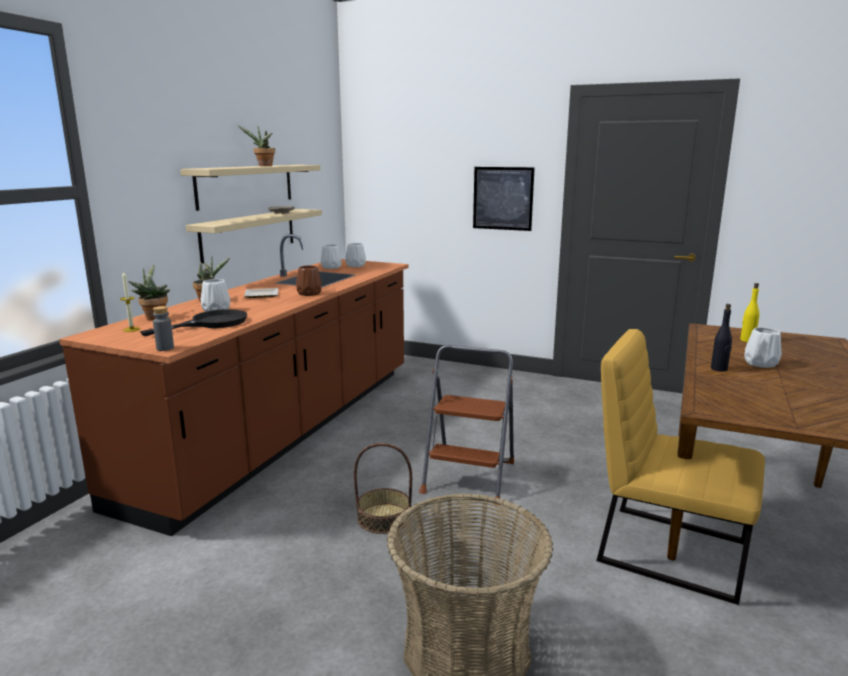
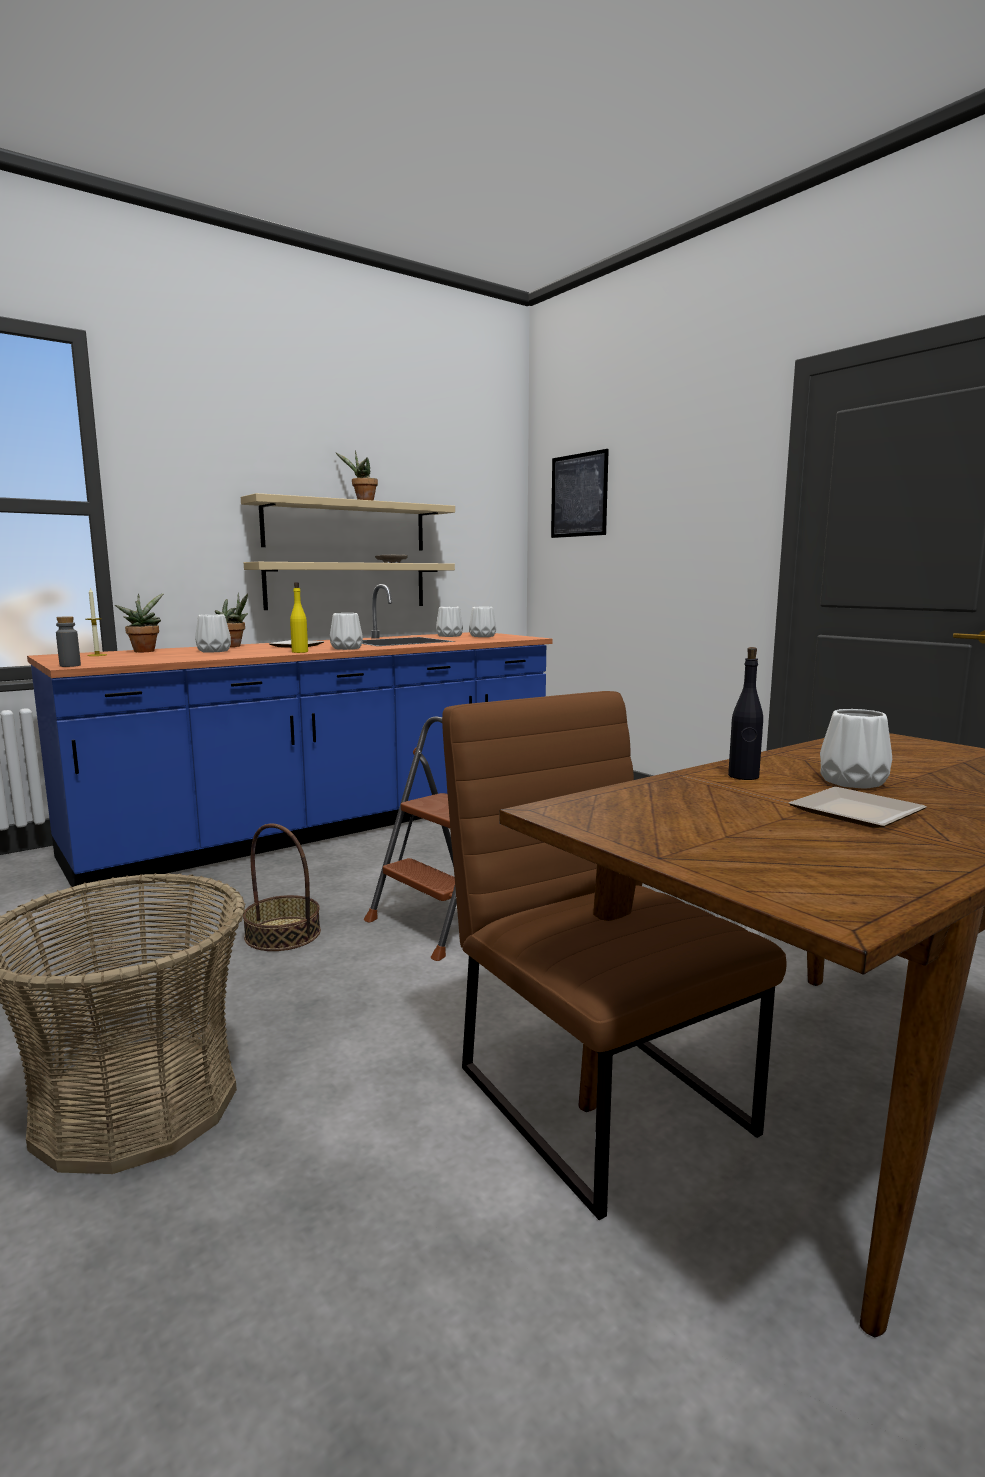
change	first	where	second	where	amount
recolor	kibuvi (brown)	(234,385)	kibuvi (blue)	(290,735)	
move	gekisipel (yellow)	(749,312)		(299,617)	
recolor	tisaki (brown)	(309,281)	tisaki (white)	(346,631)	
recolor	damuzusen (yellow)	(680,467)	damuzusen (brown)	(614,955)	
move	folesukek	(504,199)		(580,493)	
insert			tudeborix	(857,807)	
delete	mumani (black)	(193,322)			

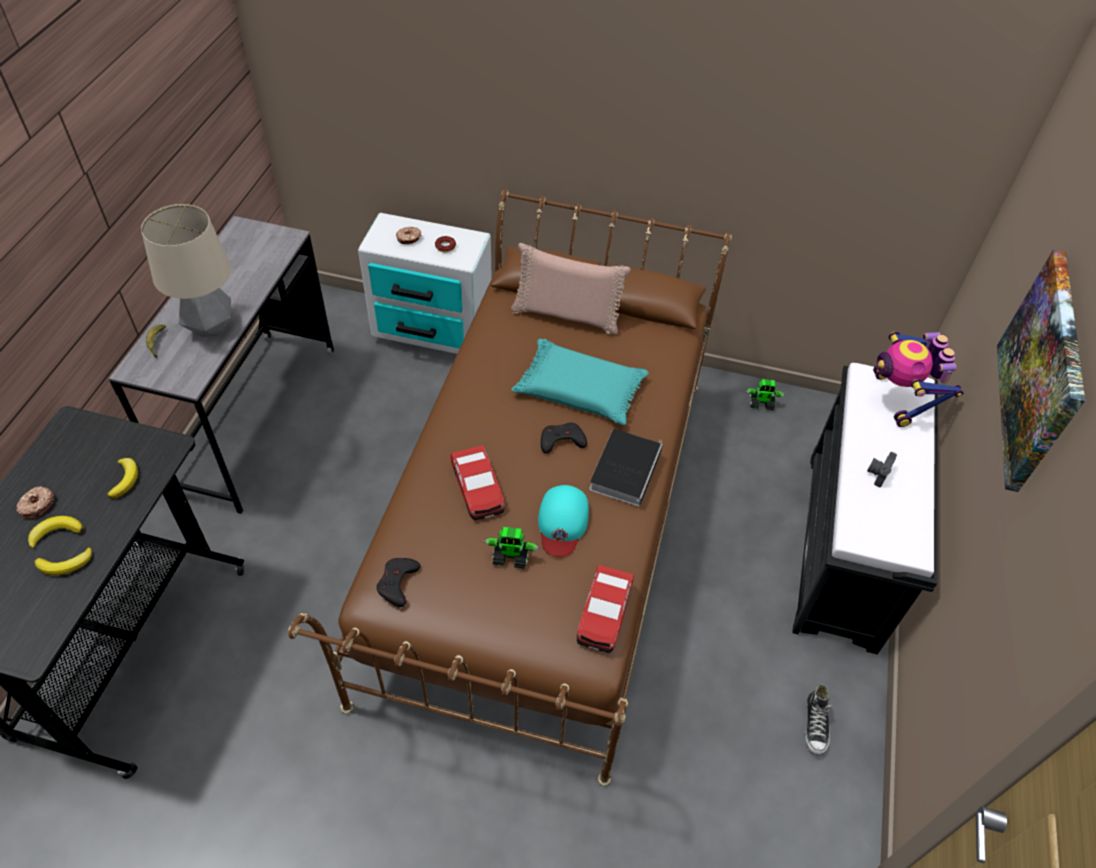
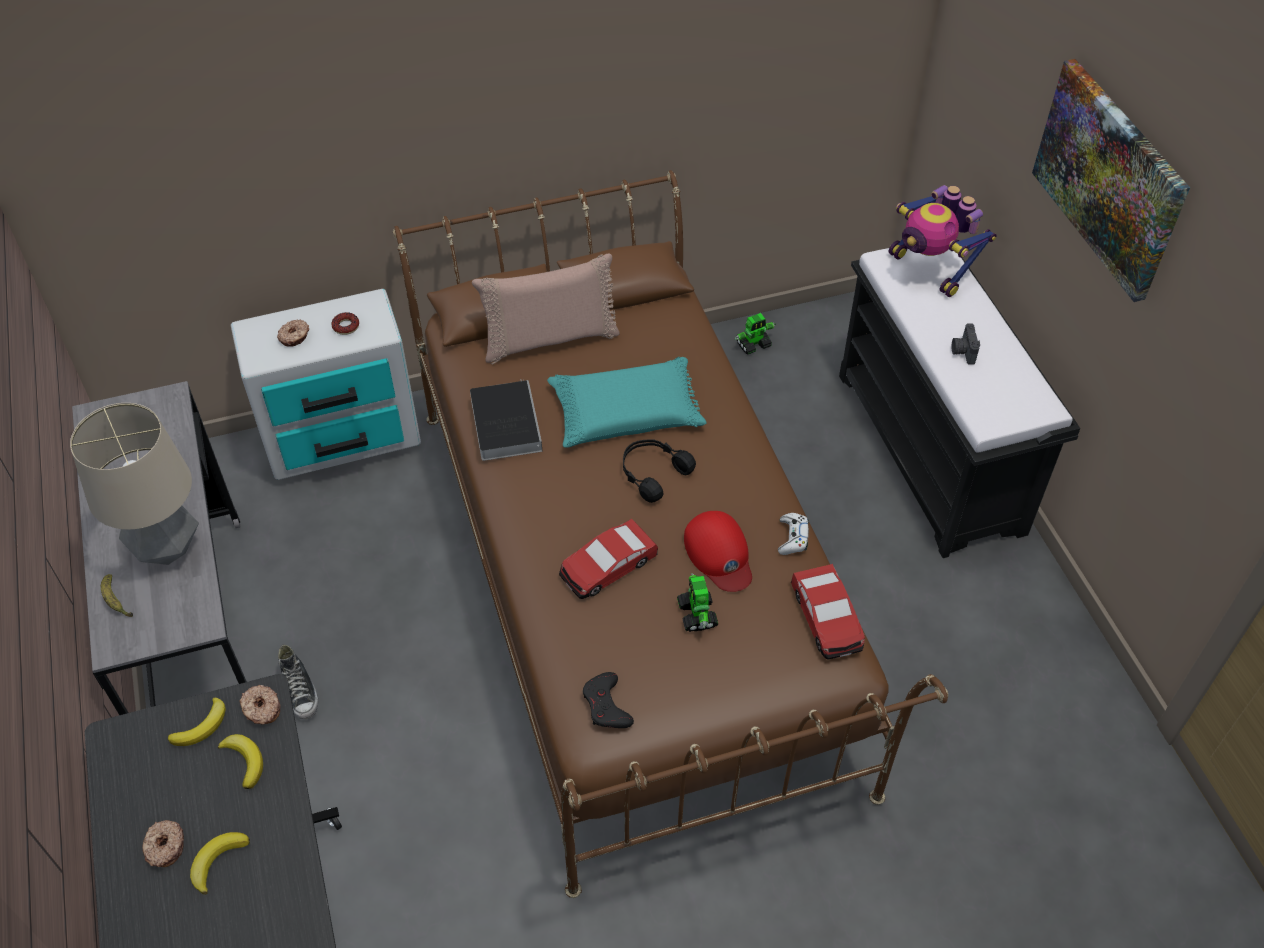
change	first	where	second	where	amount
move	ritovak	(63,561)		(197,721)	
insert			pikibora	(260,705)	
move	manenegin	(818,720)		(298,681)	
move	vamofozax	(626,468)		(506,420)	
rotate	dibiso	(478,482)		(608,558)	105 degrees clockwise
replace	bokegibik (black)	(564,438)	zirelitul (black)	(659,471)	
rotate	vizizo	(511,548)		(697,602)	105 degrees clockwise
recolor	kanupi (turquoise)	(563,521)	kanupi (red)	(718,551)	
insert			bokegibik (white)	(793,534)	

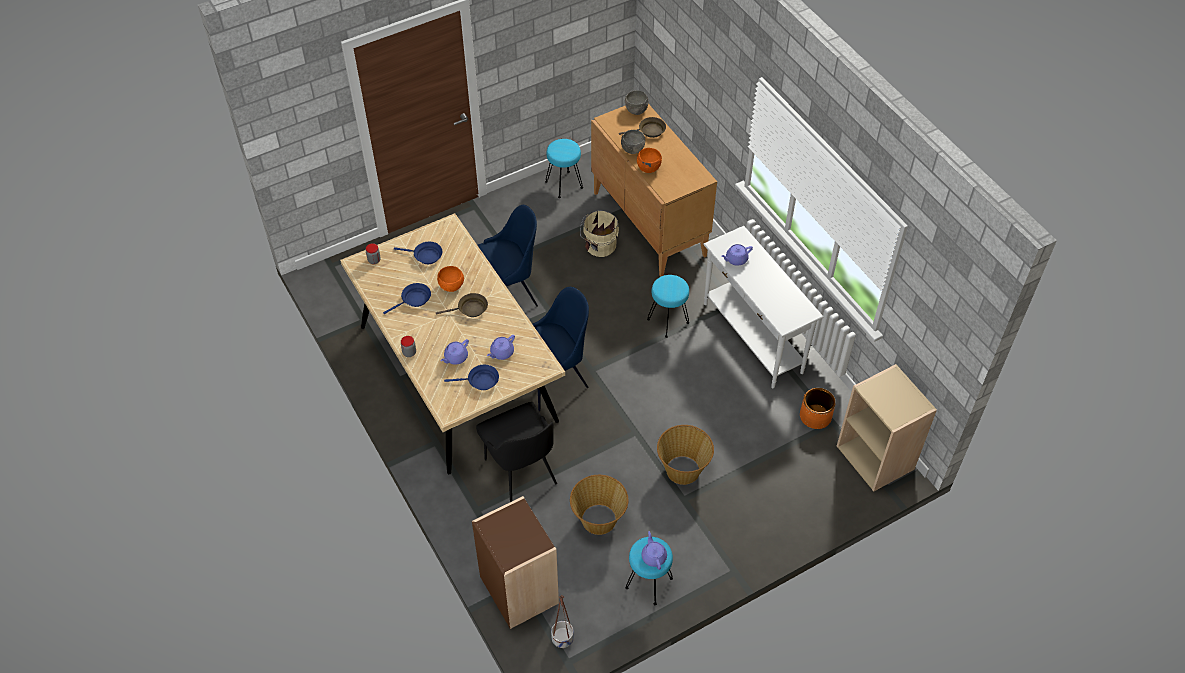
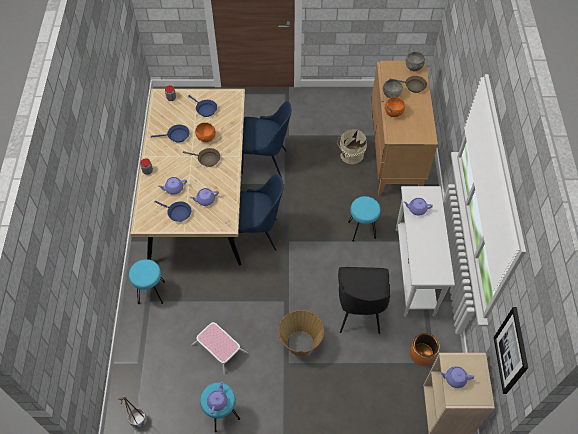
change	first	where	second	where	amount
move	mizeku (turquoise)	(564,168)		(147,281)	
replace	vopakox	(599,505)	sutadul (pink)	(220,349)	
move	damuzusen (black)	(516,452)		(364,300)	
insert			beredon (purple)	(457,377)	
insert			folesukek	(511,350)	
delete	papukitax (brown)	(515,562)			

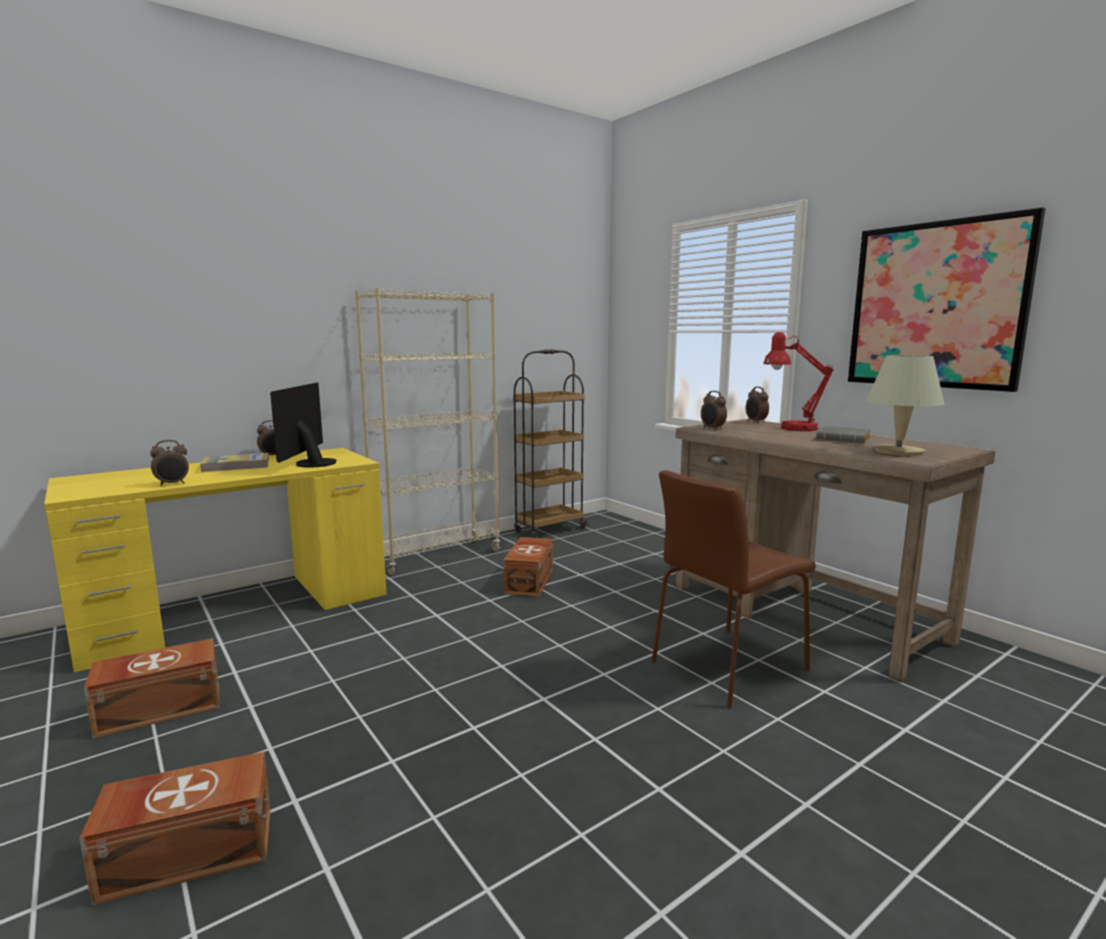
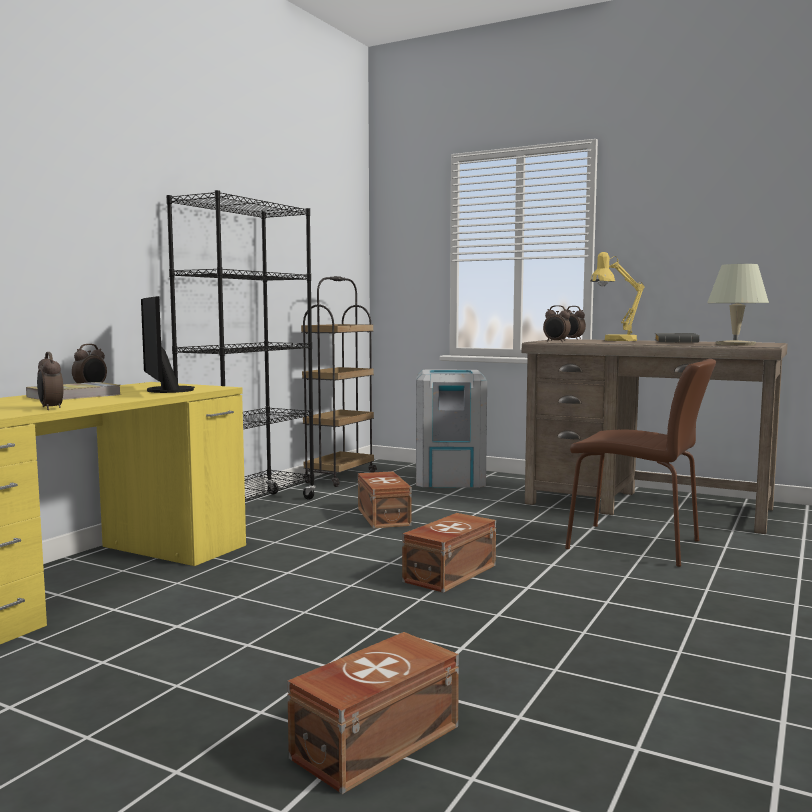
change	first	where	second	where	amount
rotate	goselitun	(169,463)		(50,381)	120 degrees clockwise
recolor	papukitax (beige)	(427,431)	papukitax (black)	(241,346)	
move	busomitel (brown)	(152,688)		(449,553)	
insert			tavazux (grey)	(451,429)	
rotate	damuzusen (brown)	(733,589)		(640,463)	90 degrees counterclockwise
recolor	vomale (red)	(798,381)	vomale (yellow)	(617,296)	
delete	folesukek	(946,299)			

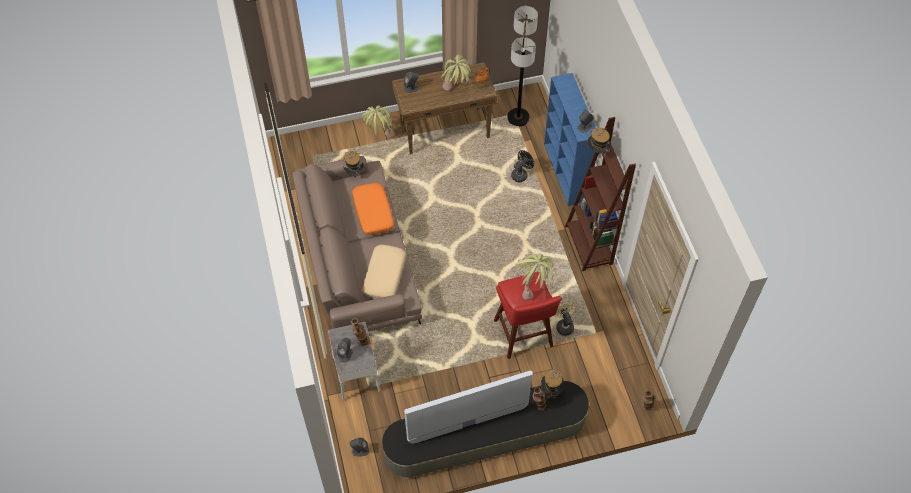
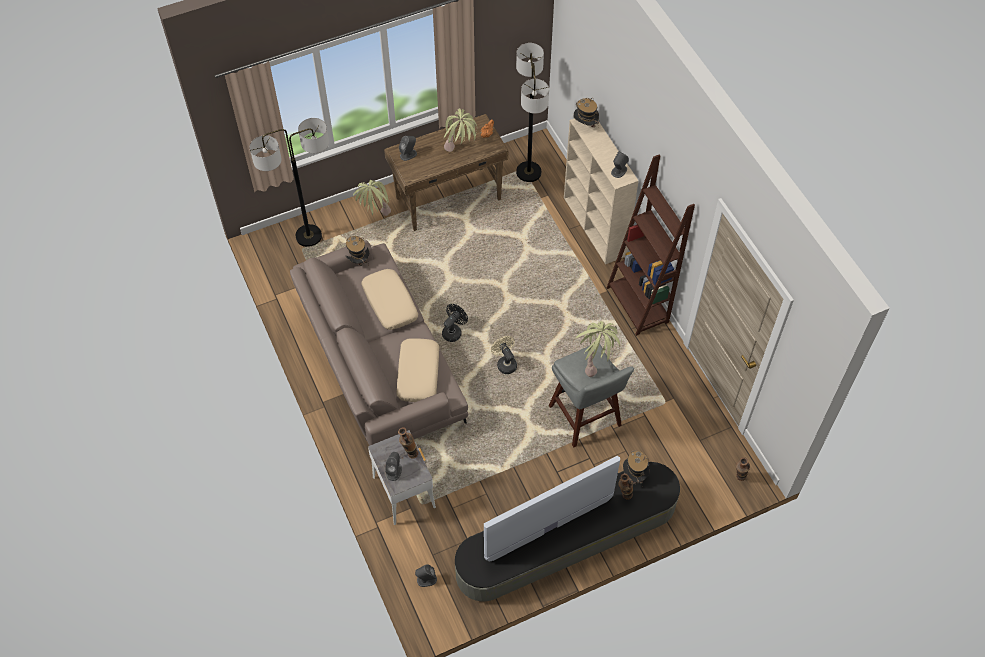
change	first	where	second	where	amount
insert			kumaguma	(289,182)	
recolor	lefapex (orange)	(373,209)	lefapex (beige)	(389,299)	
move	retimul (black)	(522,166)		(455,323)	
move	retimul (beige)	(564,319)		(504,355)	
recolor	mizeku (red)	(528,315)	mizeku (grey)	(591,395)	
recolor	papukitax (blue)	(570,139)	papukitax (beige)	(601,191)	
move	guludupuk	(599,142)		(586,113)	

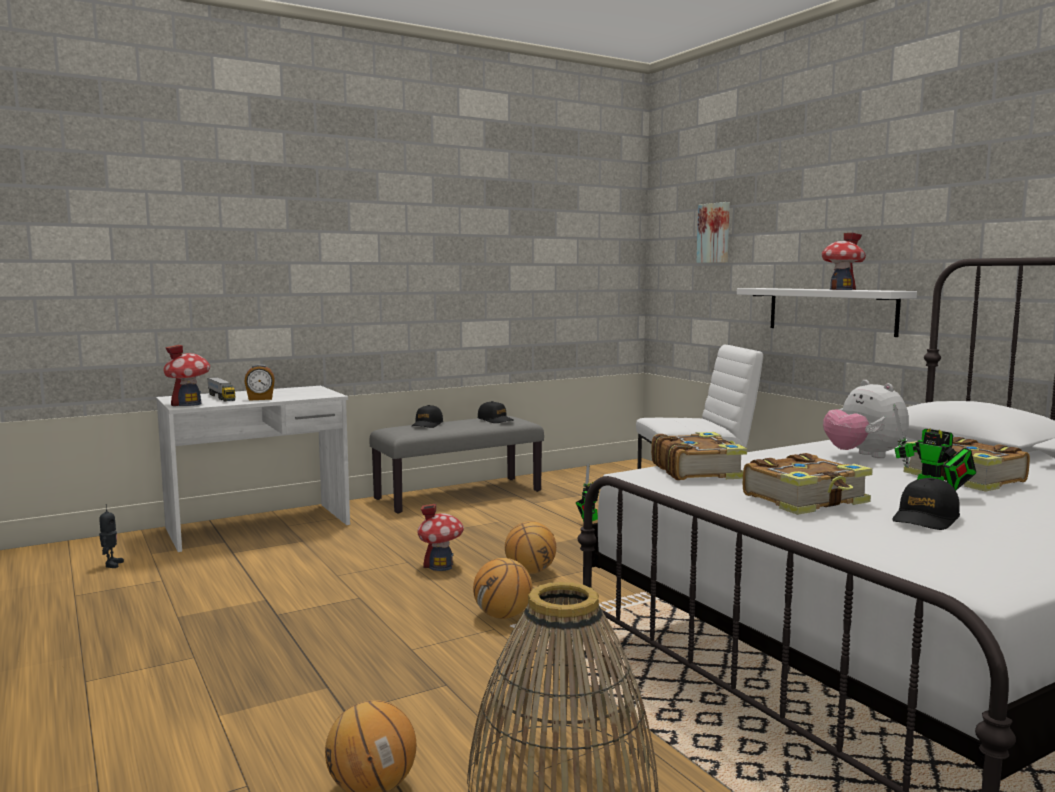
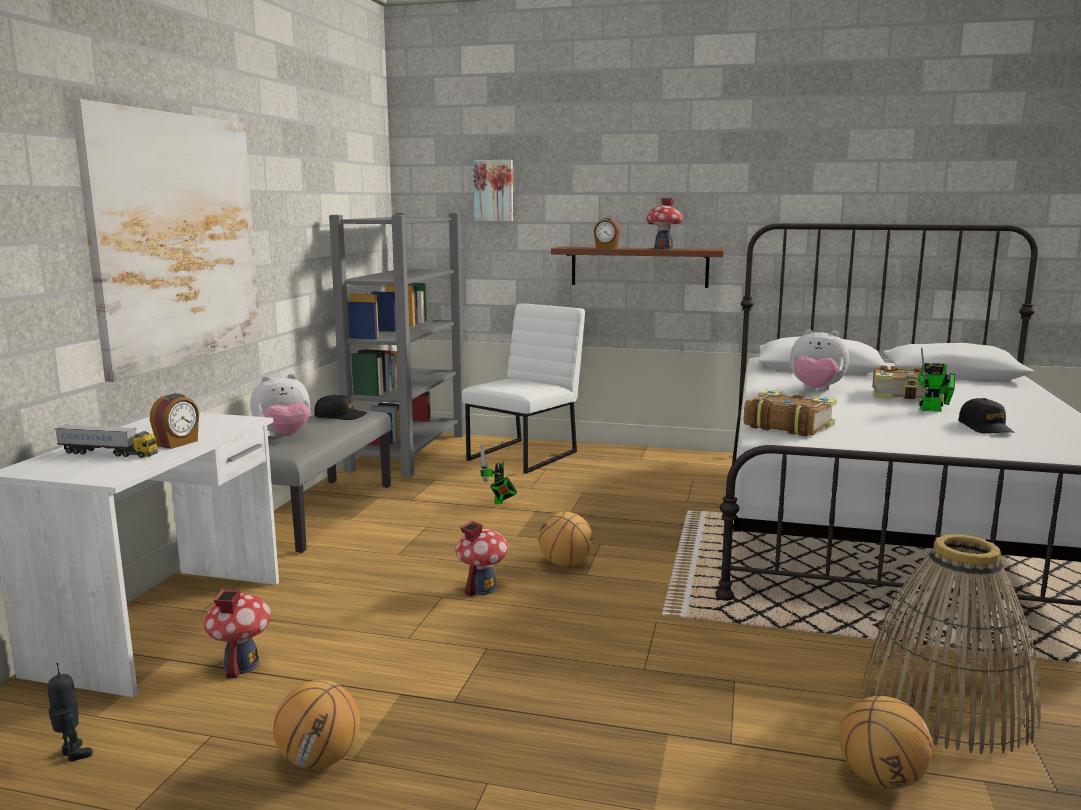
change	first	where	second	where	amount
insert			folesukek	(166,240)	
move	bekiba	(186,375)		(237,633)	
replace	kanupi (black)	(427,416)	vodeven	(280,405)	
move	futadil	(503,588)		(316,724)	
insert			papukitax (grey)	(397,345)	
recolor	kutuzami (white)	(827,312)	kutuzami (brown)	(638,267)	
insert			goselitun	(607,233)	
delete	vamofozax	(808,484)			

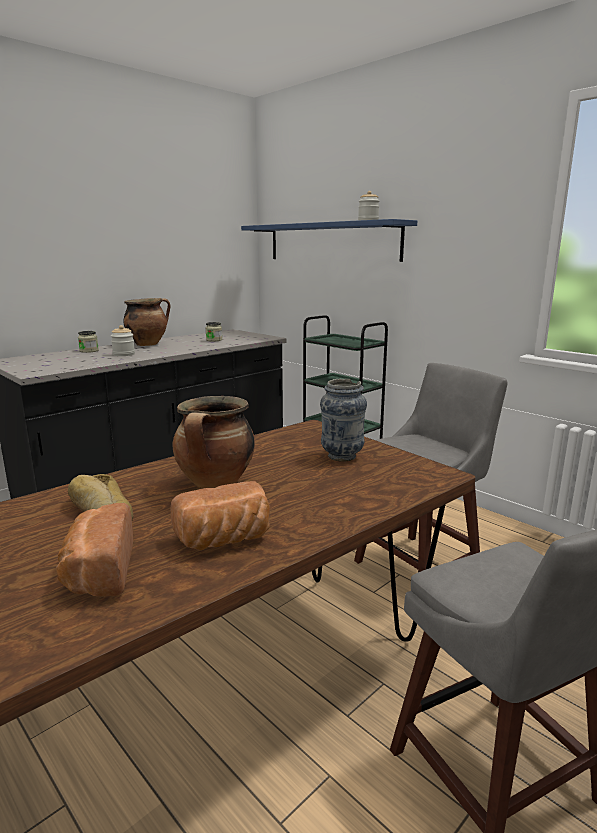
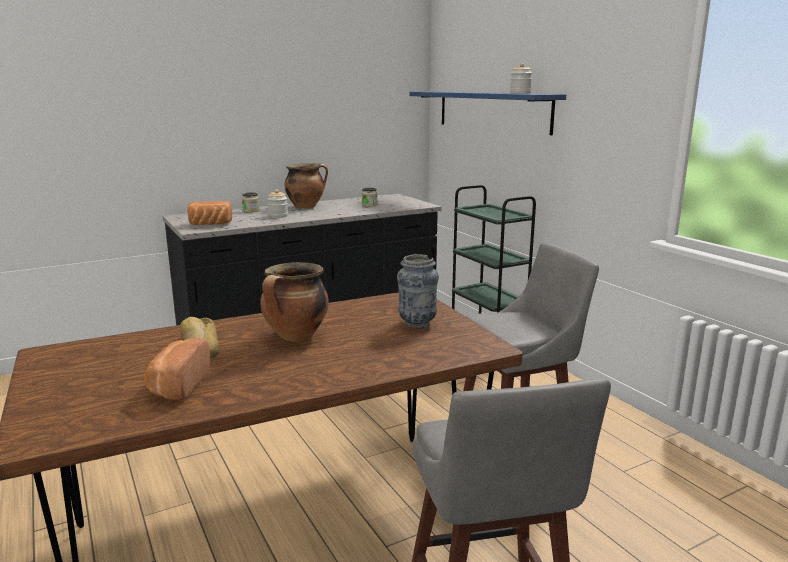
change	first	where	second	where	amount
move	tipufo	(220,516)		(209,213)	

